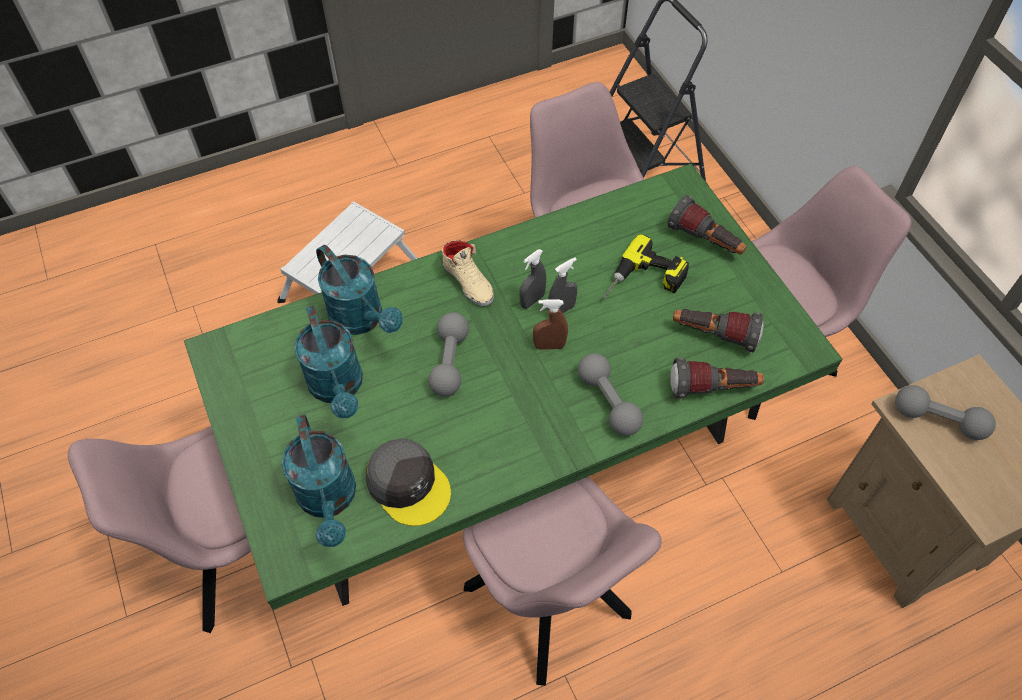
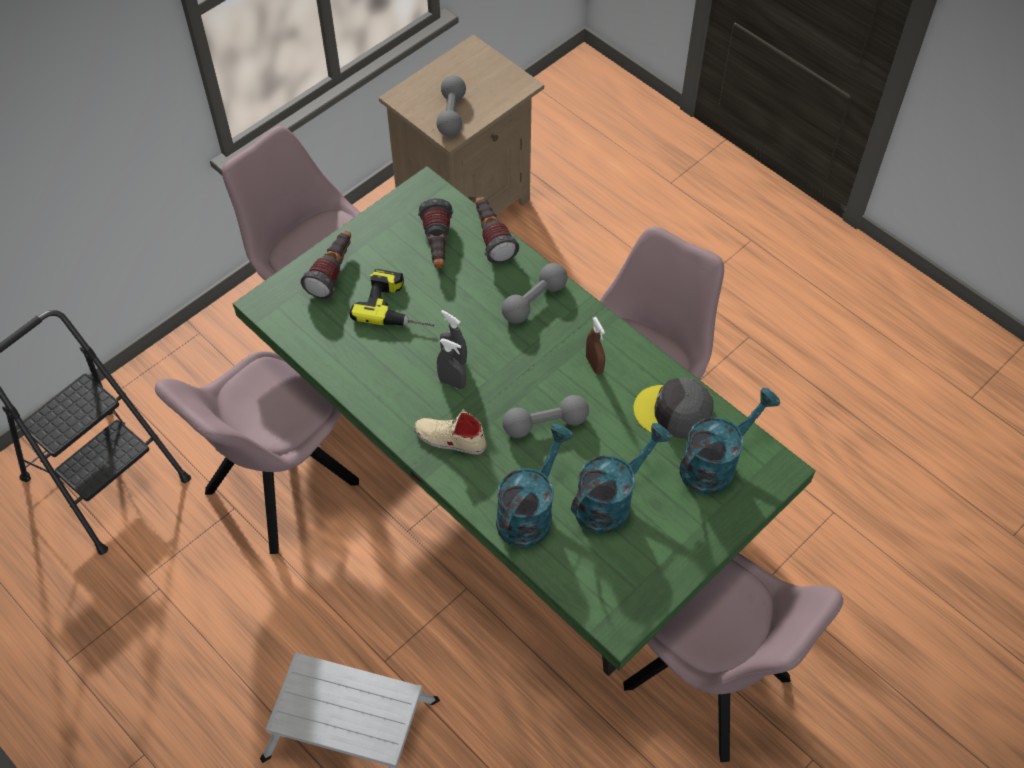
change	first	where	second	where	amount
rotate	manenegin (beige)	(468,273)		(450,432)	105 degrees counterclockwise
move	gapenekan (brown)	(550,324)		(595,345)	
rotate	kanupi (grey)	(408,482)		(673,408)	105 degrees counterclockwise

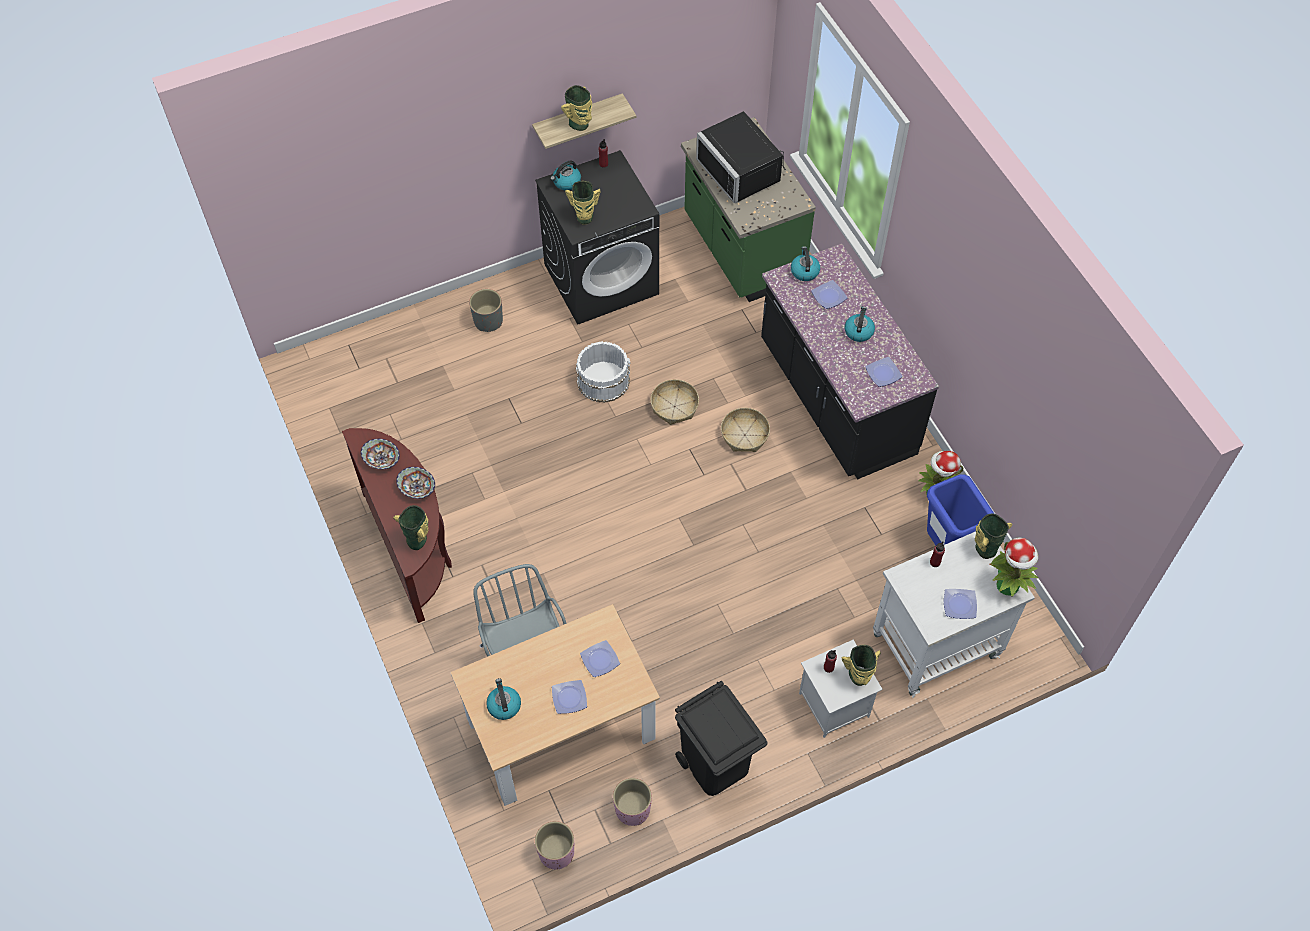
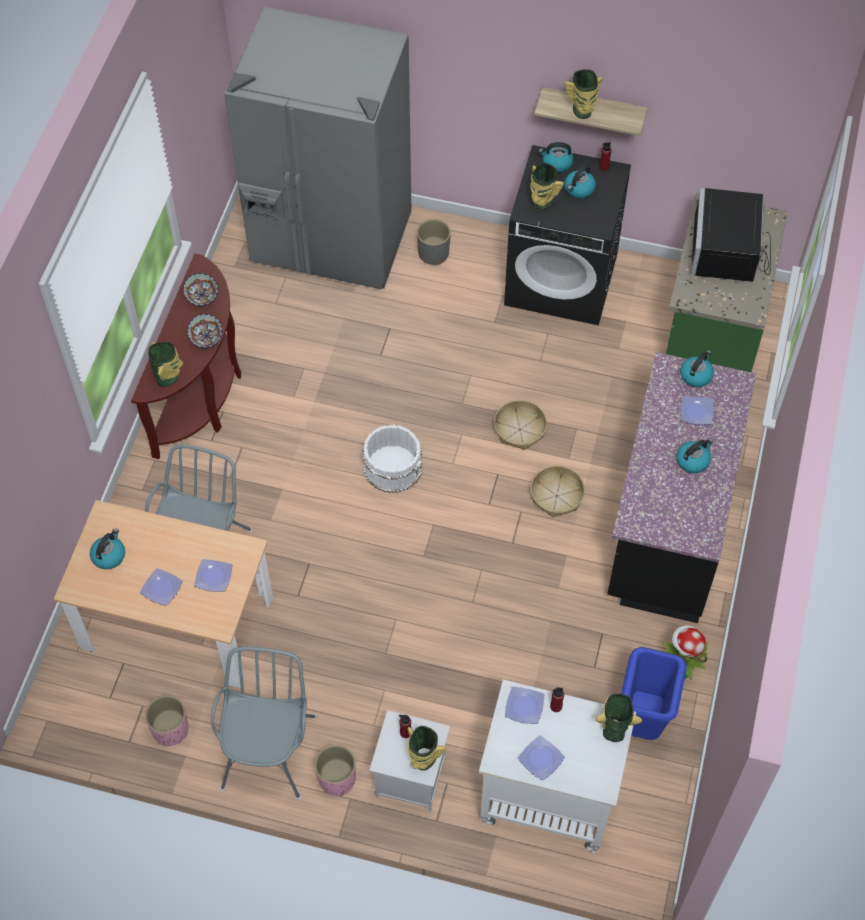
change	first	where	second	where	amount
replace	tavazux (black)	(721,738)	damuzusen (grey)	(263,723)	
insert			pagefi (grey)	(317,148)	
move	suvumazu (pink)	(554,845)		(335,770)	
move	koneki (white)	(603,372)		(392,459)	
move	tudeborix	(884,372)		(524,705)	
insert			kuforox	(580,181)	
delete	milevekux	(1013,567)			

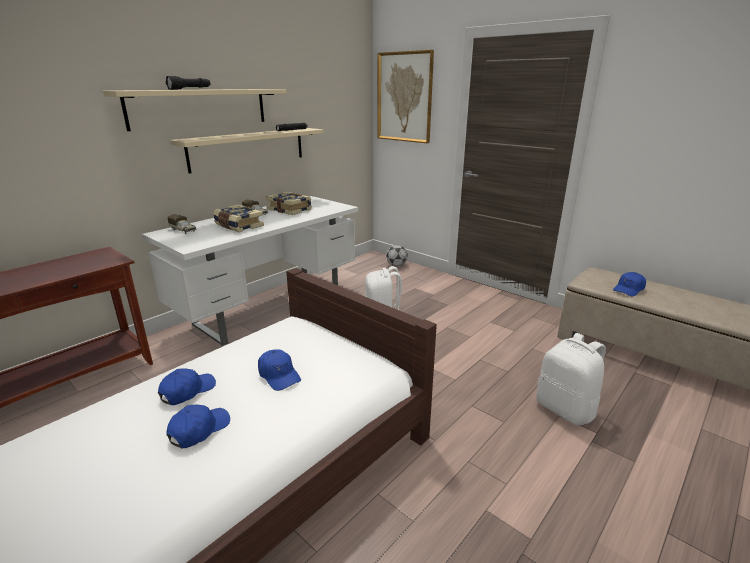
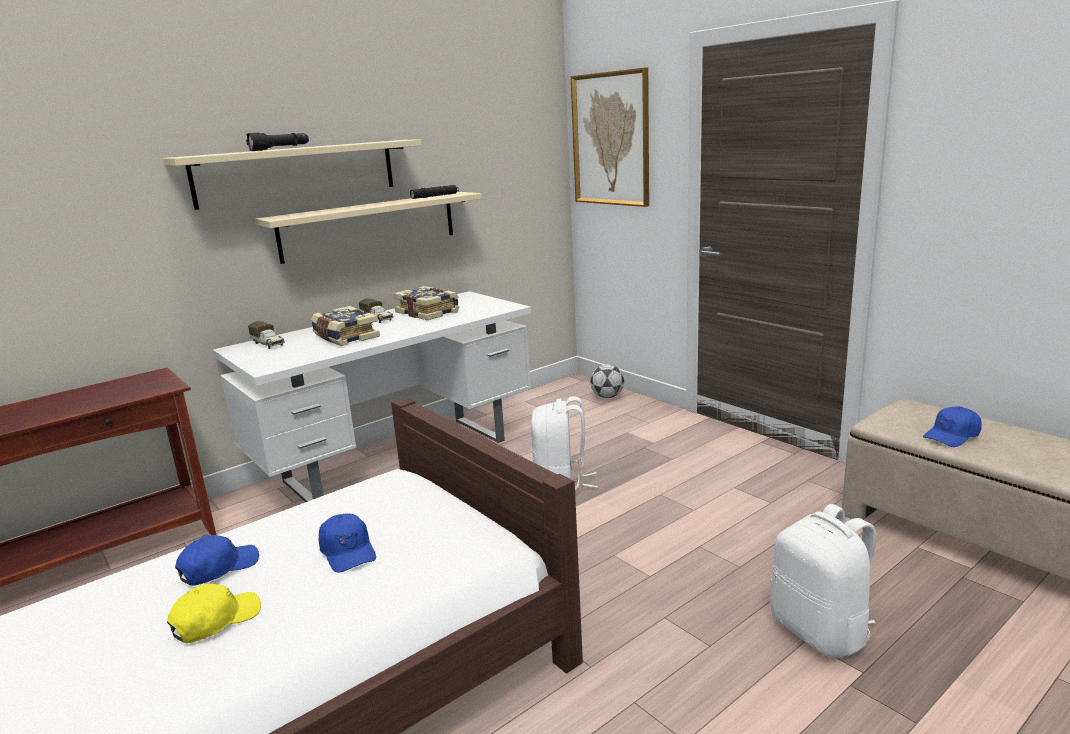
change	first	where	second	where	amount
recolor	kanupi (blue)	(198,426)	kanupi (yellow)	(214,613)	

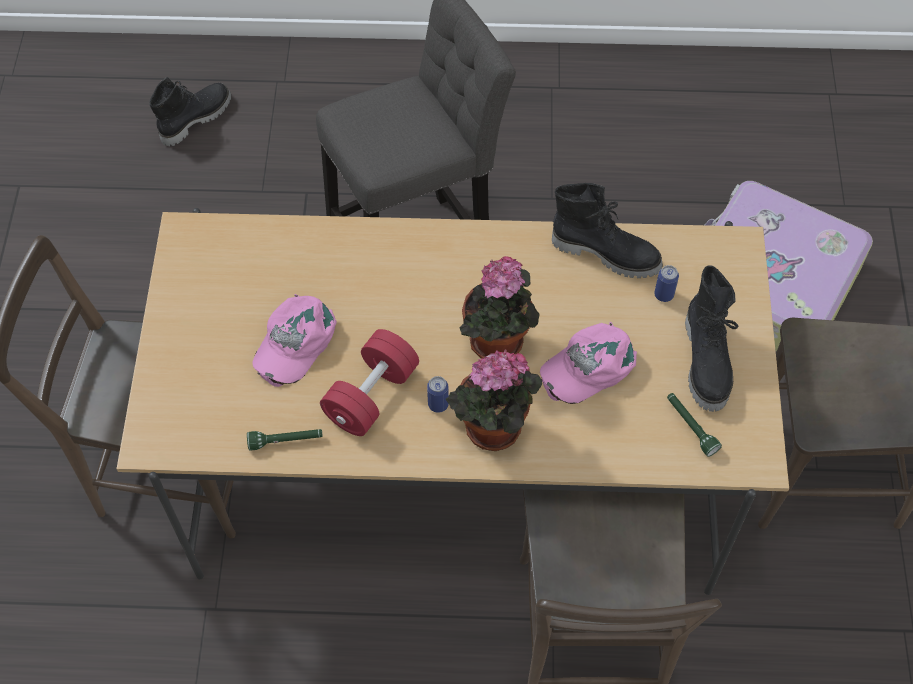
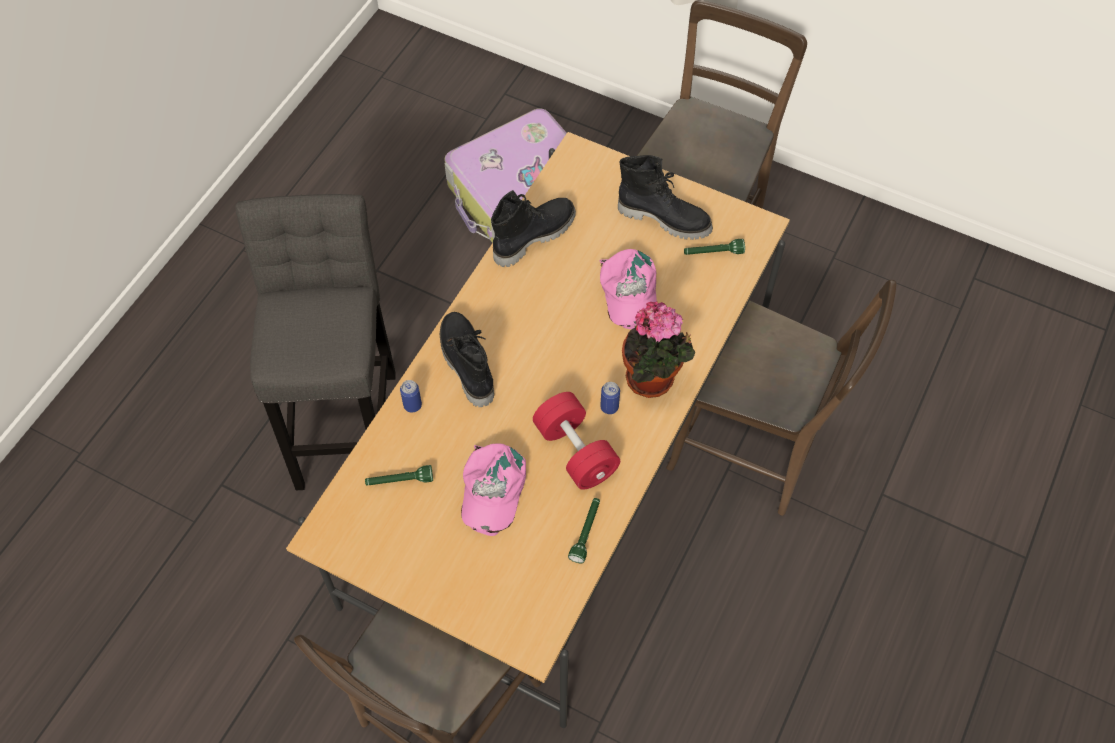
change	first	where	second	where	amount
insert			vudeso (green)	(399,475)	
move	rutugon	(666,283)		(411,396)	
move	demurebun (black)	(190,111)		(467,359)	
rotate	kanupi (pink)	(294,340)		(493,489)	45 degrees clockwise
delete	milevekux	(500,307)			

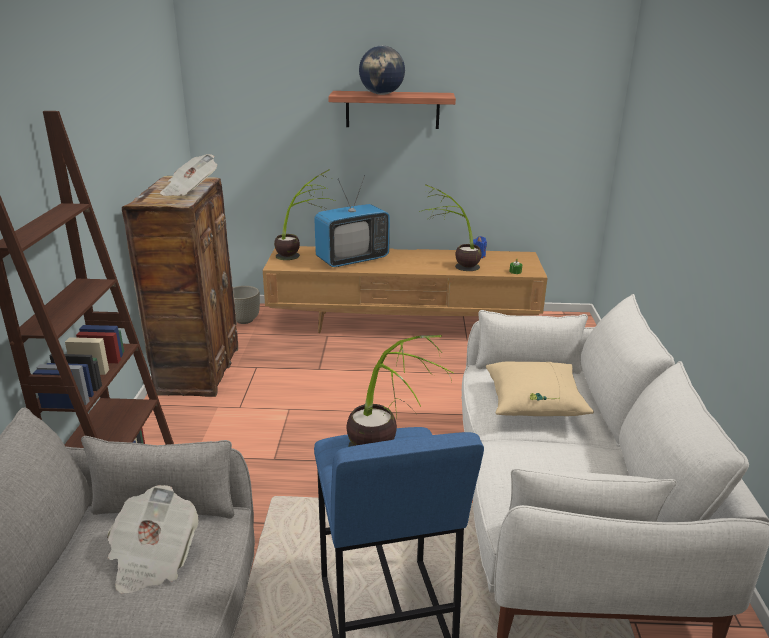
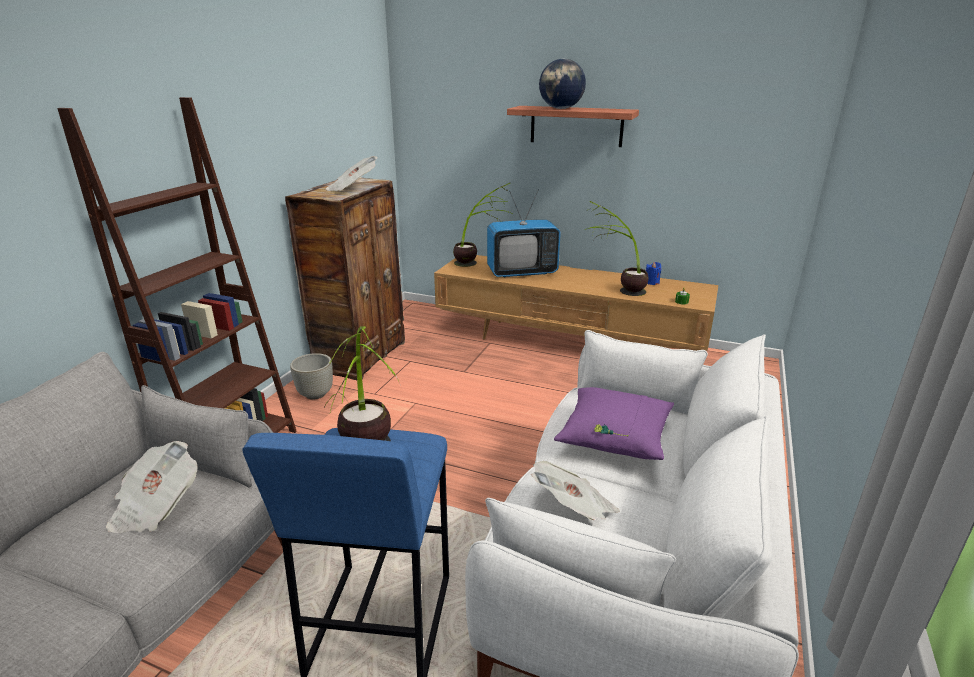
change	first	where	second	where	amount
move	suvumazu (grey)	(246,305)		(311,376)	
insert			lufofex	(575,490)	
recolor	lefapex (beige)	(540,388)	lefapex (purple)	(614,423)	

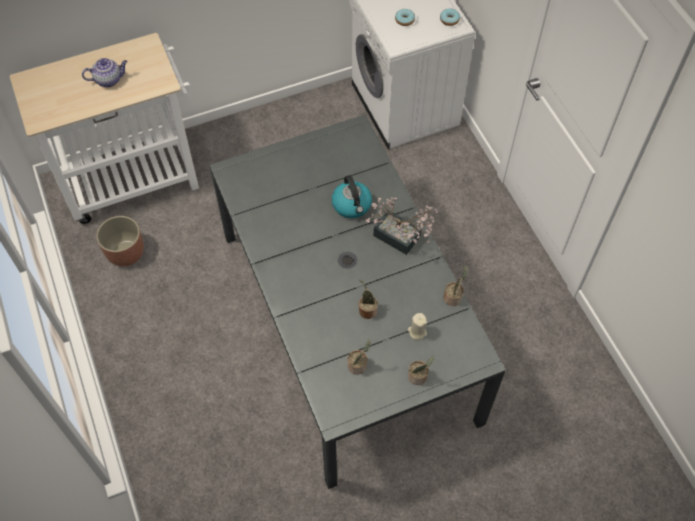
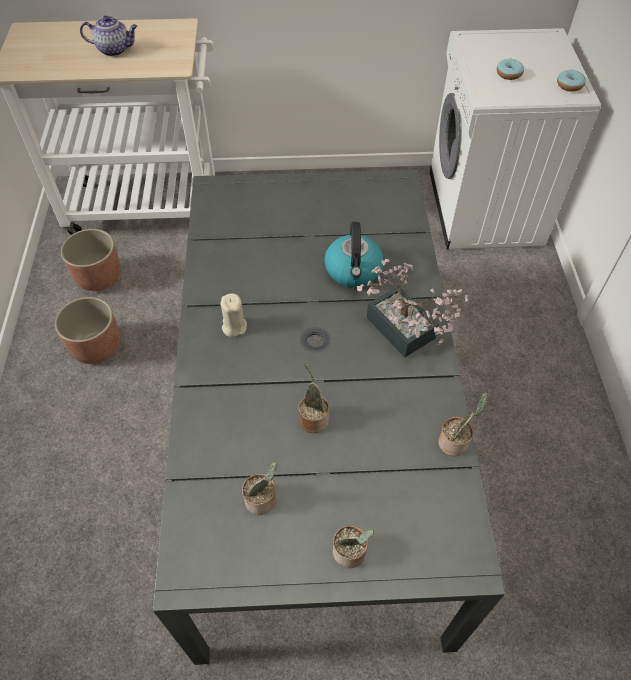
change	first	where	second	where	amount
insert			suvumazu	(87,330)	
move	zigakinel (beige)	(417,326)		(233,315)	

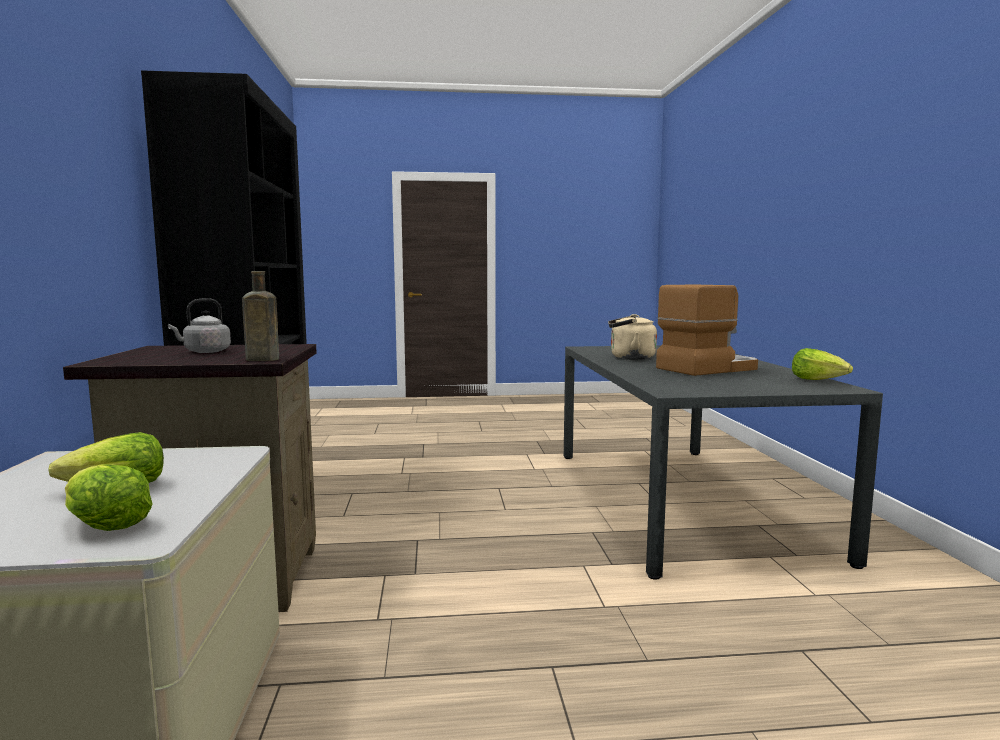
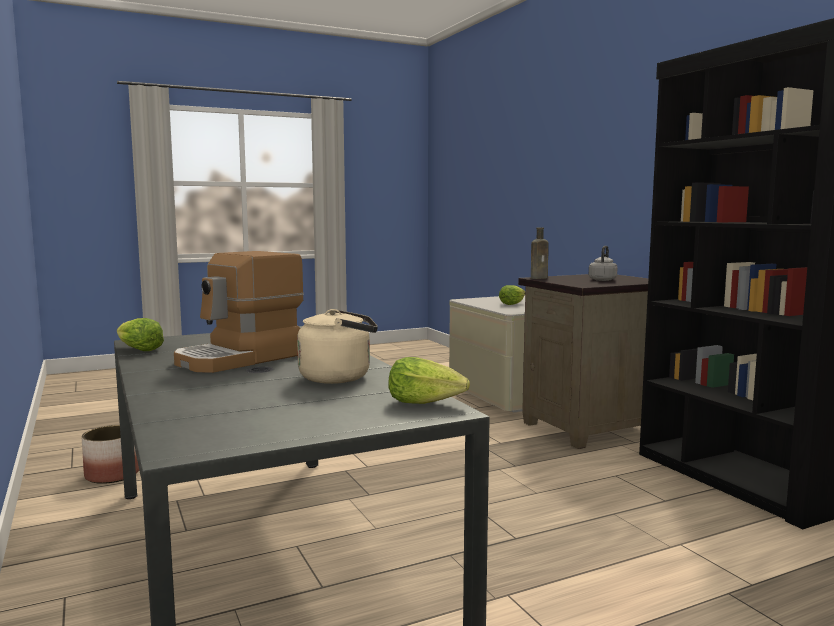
change	first	where	second	where	amount
insert			suvumazu	(110,454)	
move	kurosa	(109,497)		(429,380)	

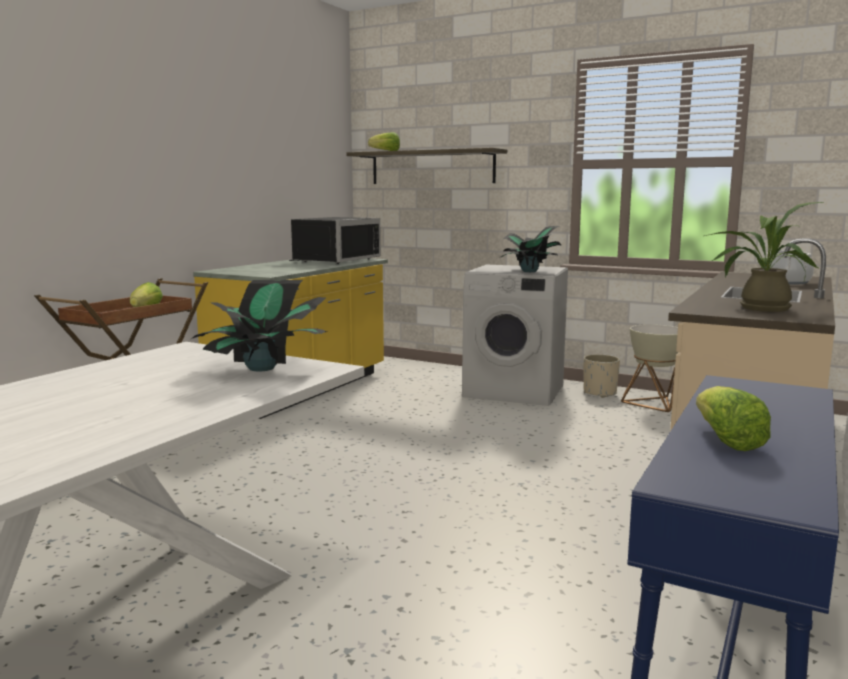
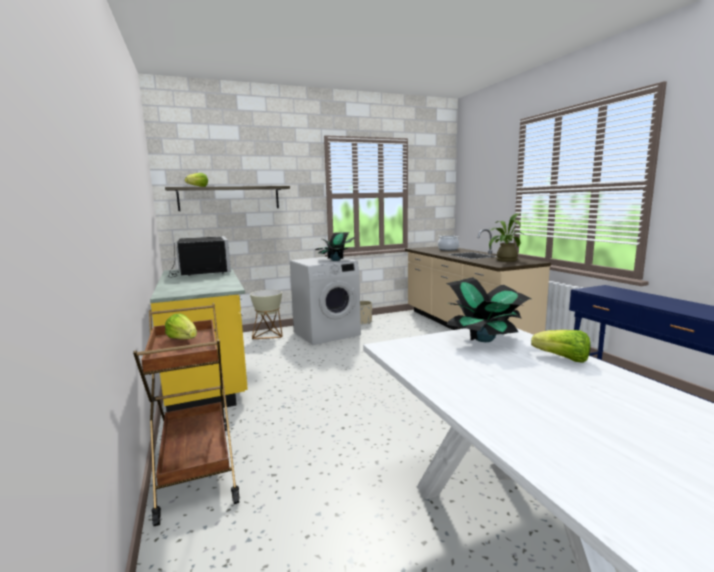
change	first	where	second	where	amount
move	suvumazu	(649,368)		(266,314)	
move	kurosa	(733,418)		(561,346)	

